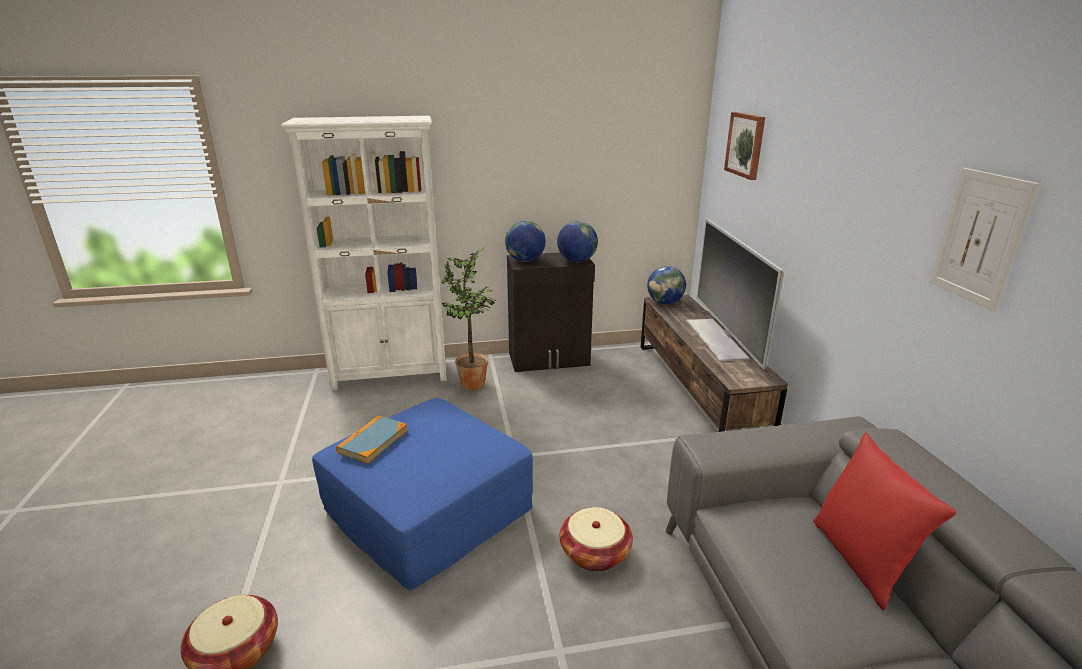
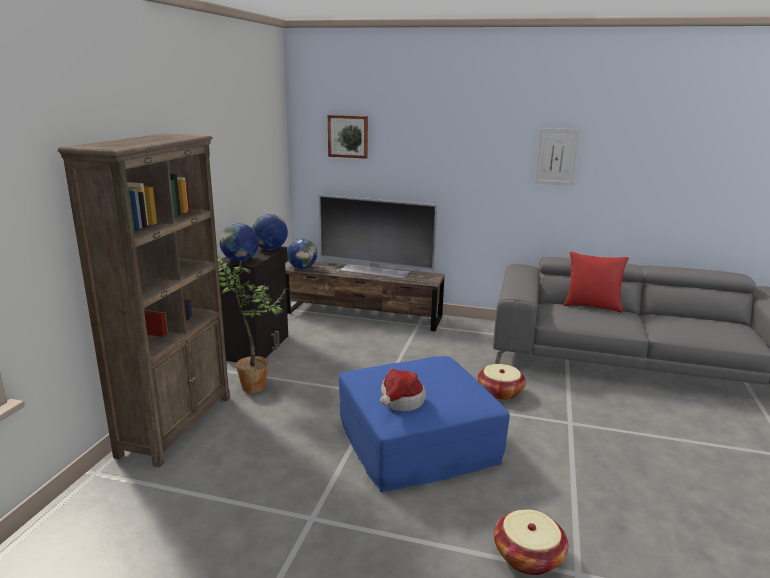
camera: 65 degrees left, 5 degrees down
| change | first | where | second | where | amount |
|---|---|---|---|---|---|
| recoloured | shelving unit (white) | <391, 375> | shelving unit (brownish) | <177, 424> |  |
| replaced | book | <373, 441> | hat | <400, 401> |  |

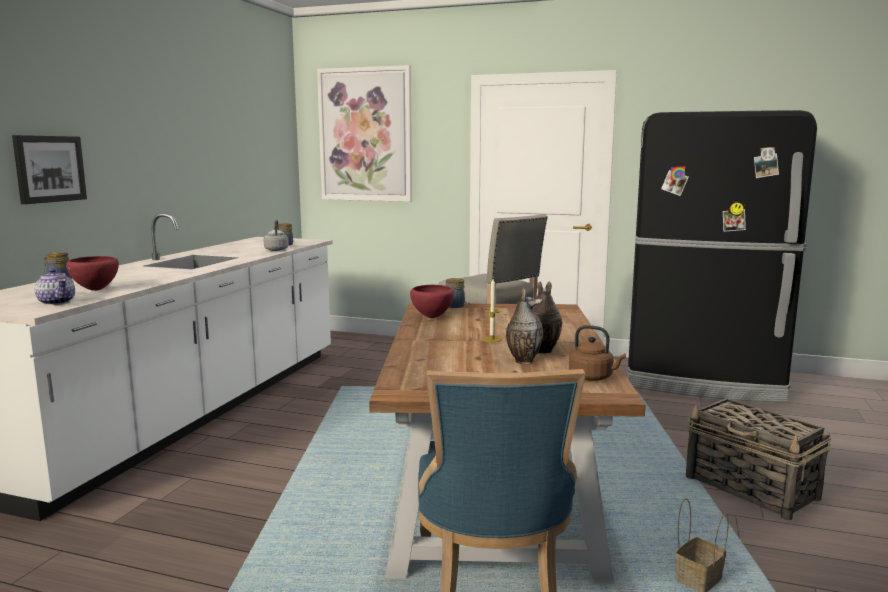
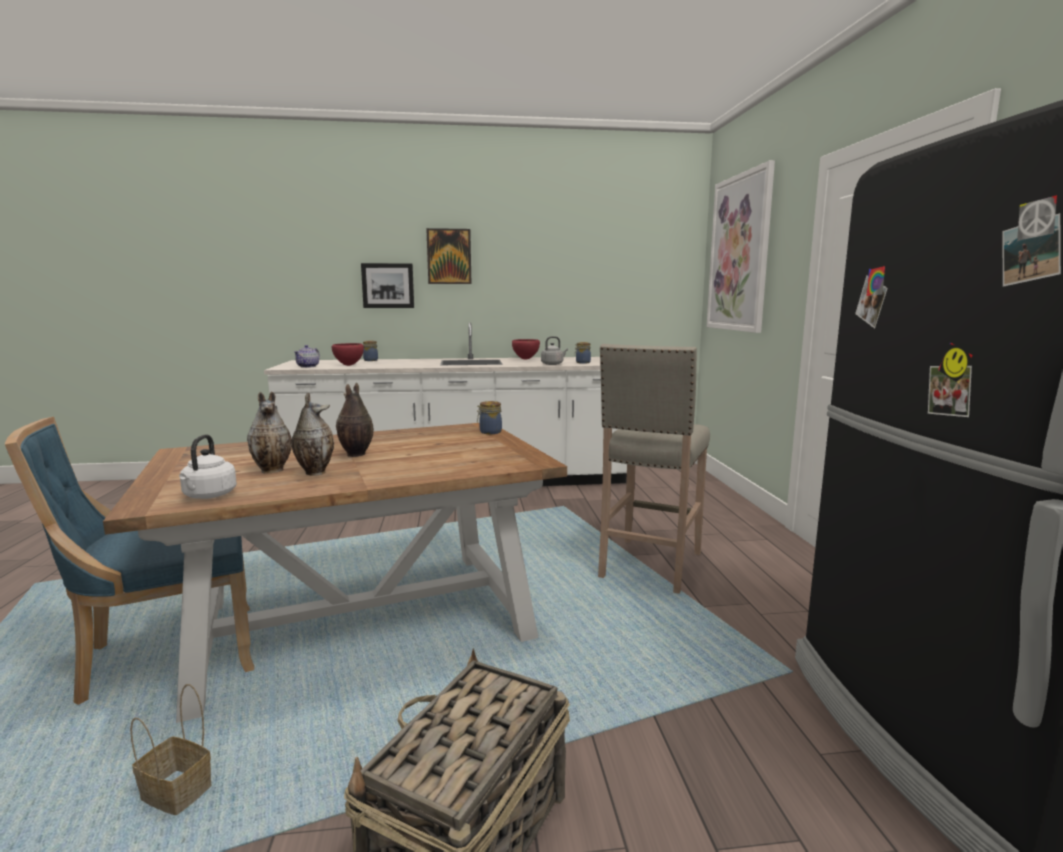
camera: 65 degrees right, 0 degrees up
| change | first | where | second | where | amount |
|---|---|---|---|---|---|
| moved | deep dish (red) | <432, 317> |  | <525, 359> |  |
| replaced | wax light | <492, 339> | flower vase | <355, 454> |  |
| recoloured | kettle (brownish) | <593, 377> | kettle (white) | <208, 496> |  |
| added |  |  | wall art | <449, 256> |  |

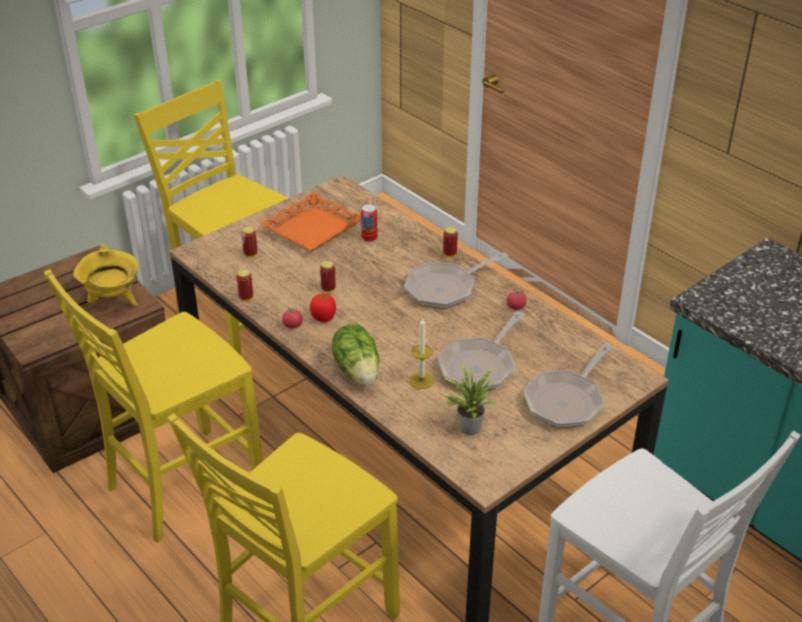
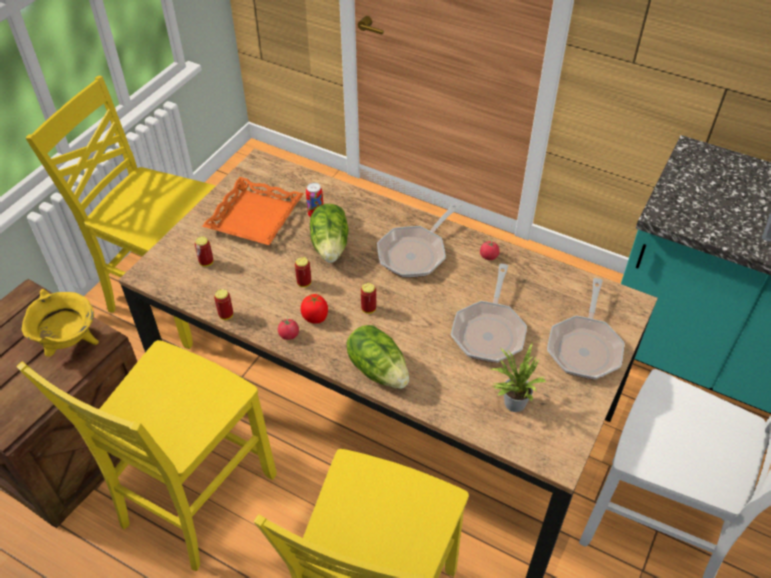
camera: 20 degrees left, 10 degrees up
| change | first | where | second | where | amount |
|---|---|---|---|---|---|
| removed | wax light | <421, 380> |  |  |  |
| moved | sealed can | <449, 254> |  | <368, 309> |  |
| added |  |  | lettuce | <331, 245> |  |

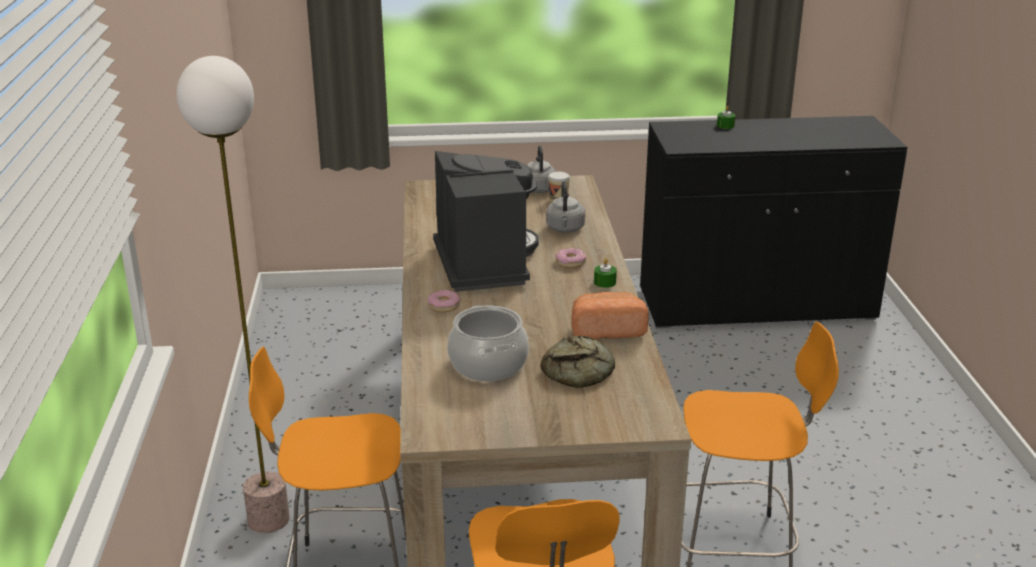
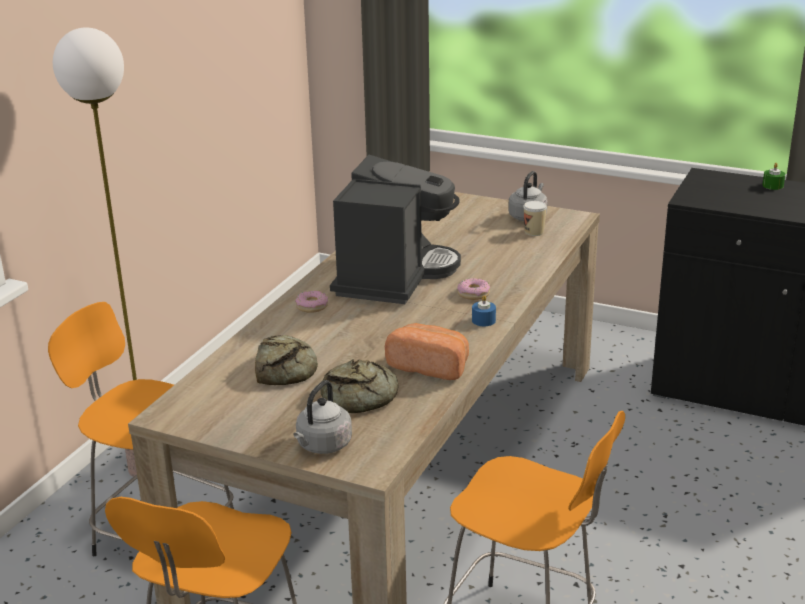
camera: 30 degrees right, 0 degrees up
| change | first | where | second | where | amount |
|---|---|---|---|---|---|
| replaced | saucepot | <487, 364> | bread | <286, 368> |  |
| moved | kettle (gray) | <565, 229> |  | <322, 446> |  |
| recoloured | wax light (green-coloured) | <605, 282> | wax light (blue-coloured) | <483, 320> |  |

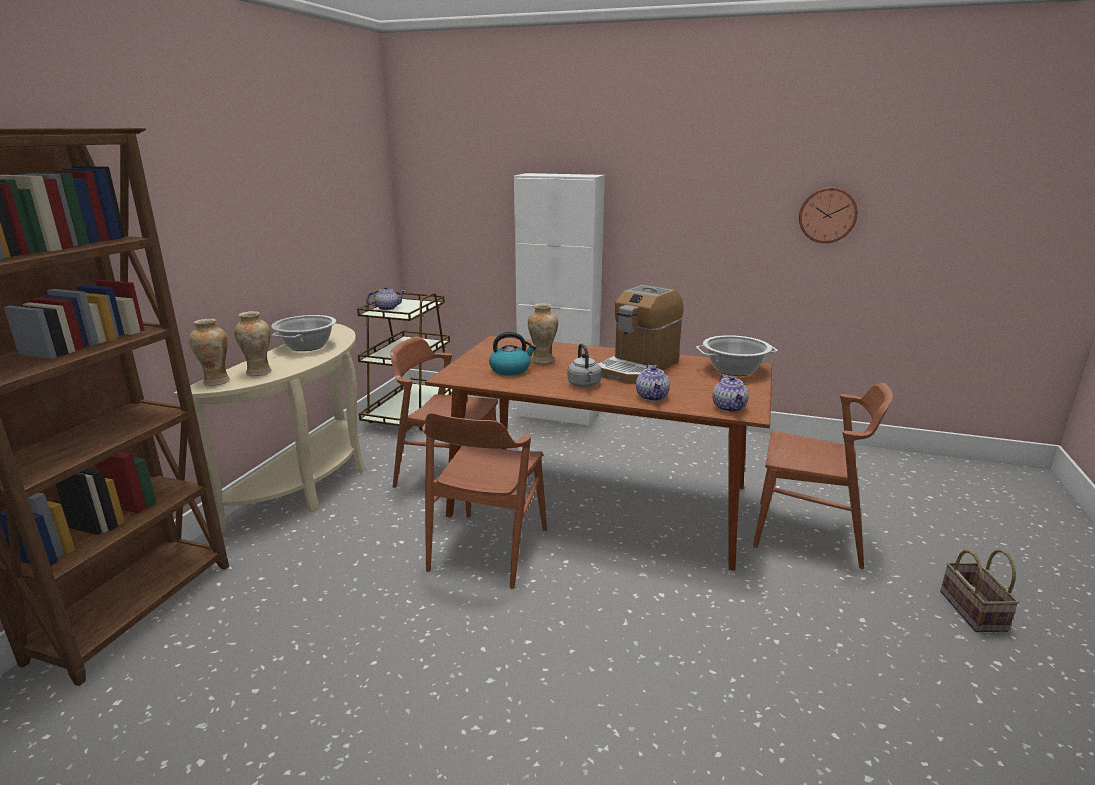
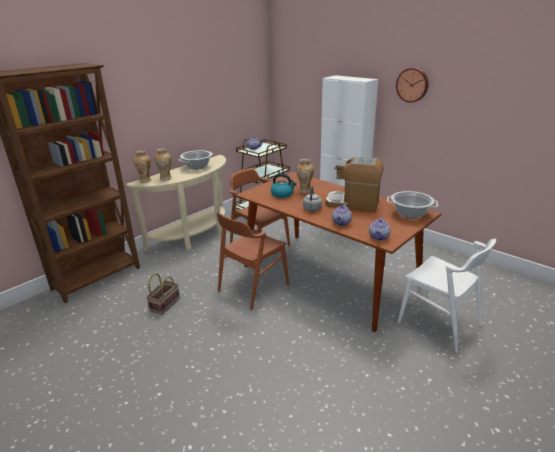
camera: 25 degrees right, 5 degrees up
| change | first | where | second | where | amount |
|---|---|---|---|---|---|
| turned | coffee machine | <638, 367> |  | <353, 203> | 45 degrees clockwise |
| recoloured | upright chair (brownish) | <808, 533> | upright chair (white) | <439, 323> |  |
| moved | hanging clock | <827, 215> |  | <412, 85> |  |
| moved | basket | <970, 610> |  | <165, 304> |  |

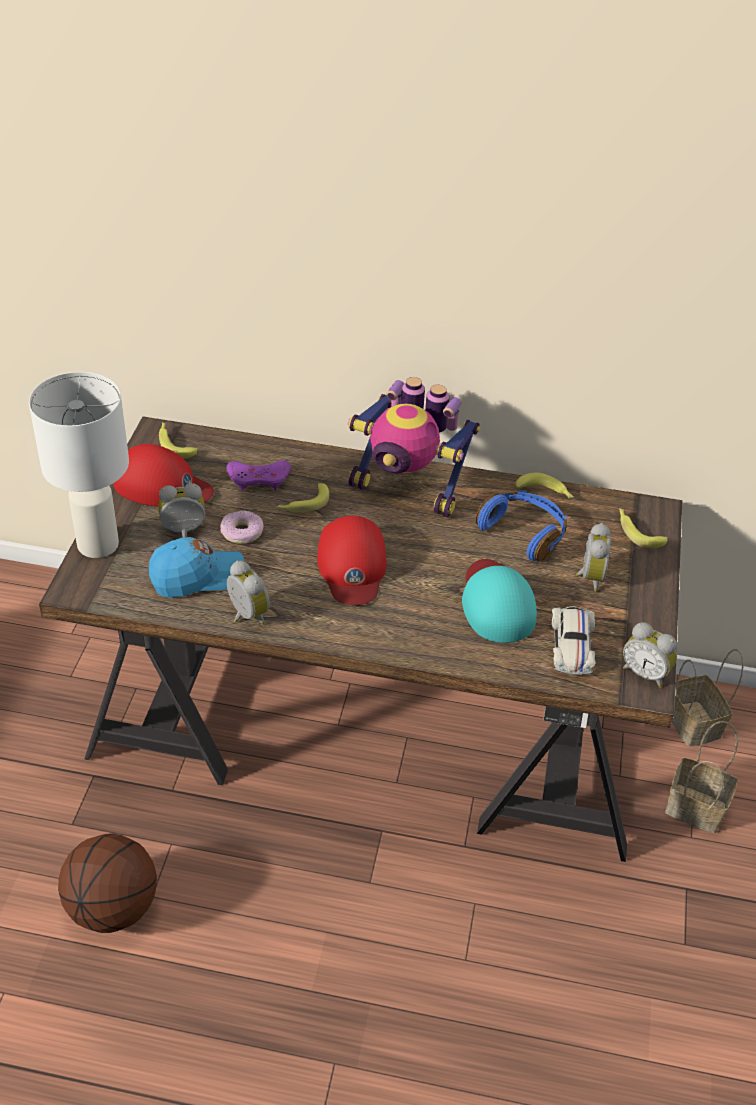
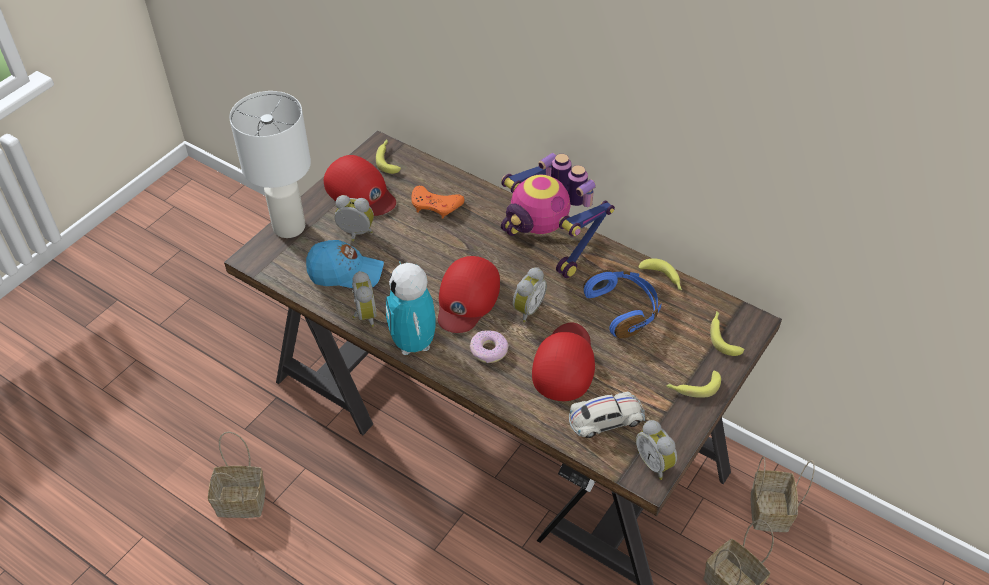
camera: 25 degrees right, 5 degrees up
| change | first | where | second | where | amount |
|---|---|---|---|---|---|
| replaced | basketball | <113, 906> | basket | <243, 500> |  |
| moved | ring doughnut | <242, 532> |  | <488, 350> |  |
| recoloured | game controller (purple) | <259, 479> | game controller (orange) | <435, 205> |  |
| moved | banana | <303, 504> |  | <693, 387> |  |
| recoloured | baseball cap (turquoise) | <496, 603> | baseball cap (red) | <564, 364> |  |
| turned | toy car (white) | <571, 646> |  | <606, 419> | 135 degrees counterclockwise |
| moved | alarm clock | <589, 577> |  | <527, 309> |  |
| added |  |  | robot figure | <413, 344> |  |

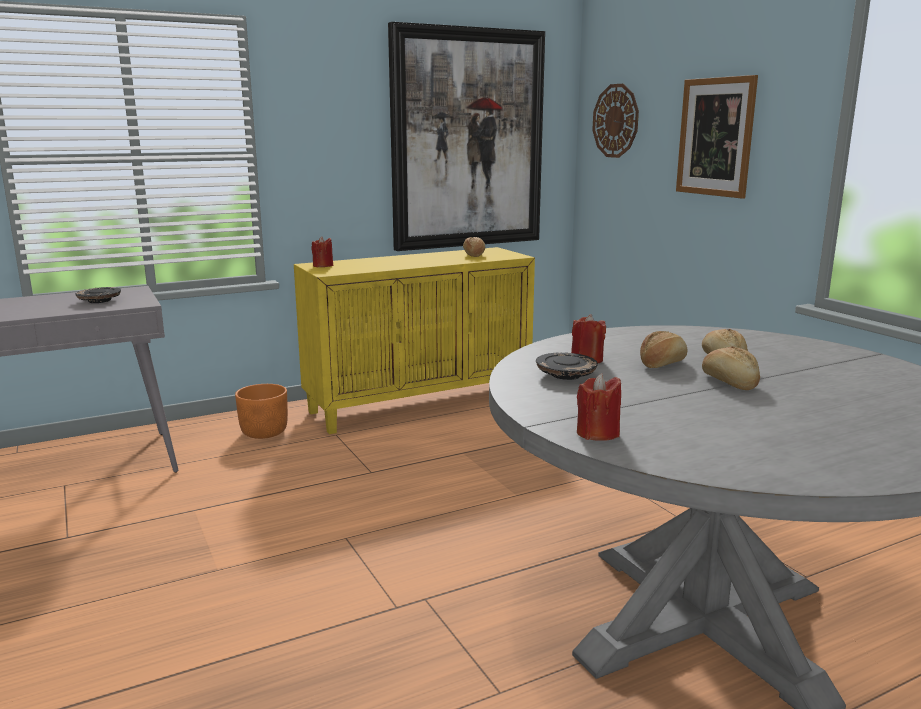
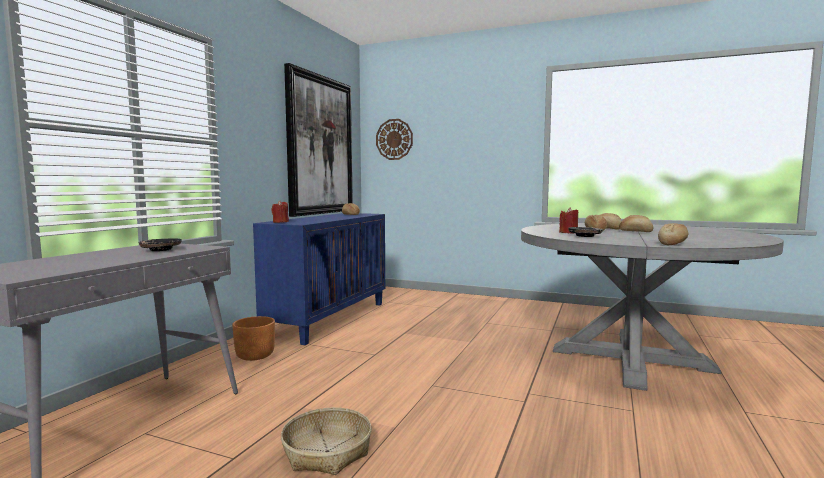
camera: 40 degrees left, 10 degrees down
| change | first | where | second | where | amount |
|---|---|---|---|---|---|
| recoloured | cabinet (yellow-coloured) | <420, 404> | cabinet (blue-coloured) | <329, 319> |  |
| replaced | wax light (red) | <597, 433> | bread | <672, 244> |  |
| removed | wall art | <715, 137> |  |  |  |
| added |  |  | basket | <327, 451> |  |

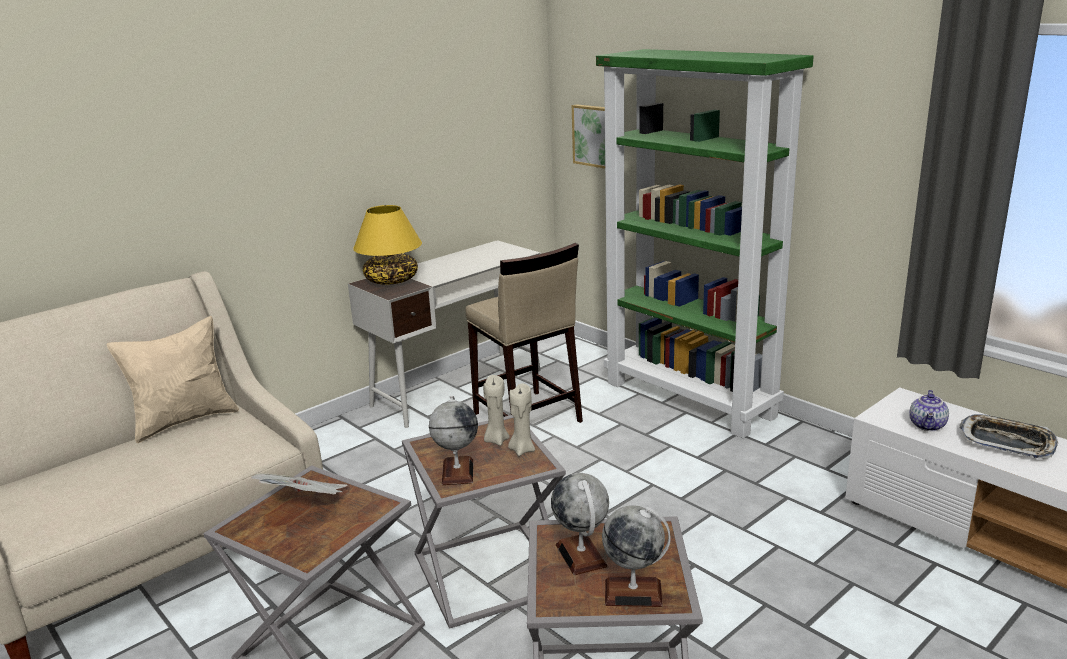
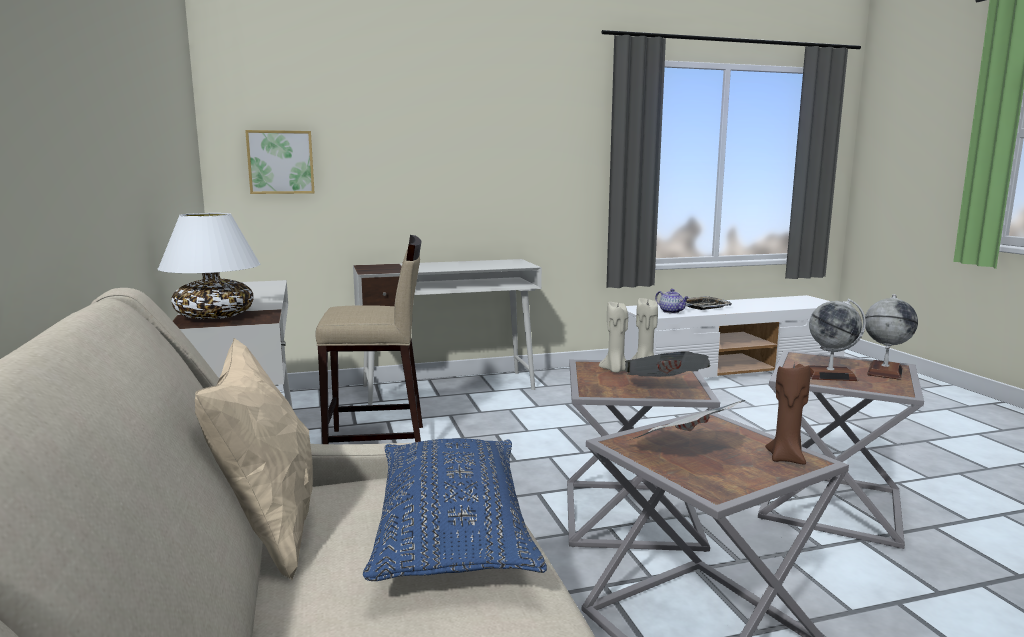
camera: 65 degrees left, 10 degrees down
| change | first | where | second | where | amount |
|---|---|---|---|---|---|
| recoloured | lamp for a table (yellow-coloured) | <391, 280> | lamp for a table (white) | <214, 316> |  |
| replaced | world globe | <457, 472> | newspaper | <665, 388> |  |
| replaced | shelving unit (green-coloured) | <690, 399> | desk unit (white) | <449, 387> |  |
| added |  |  | cushion (blue-coloured) | <452, 529> |  |
| added |  |  | wax light (brownish) | <786, 458> |  |

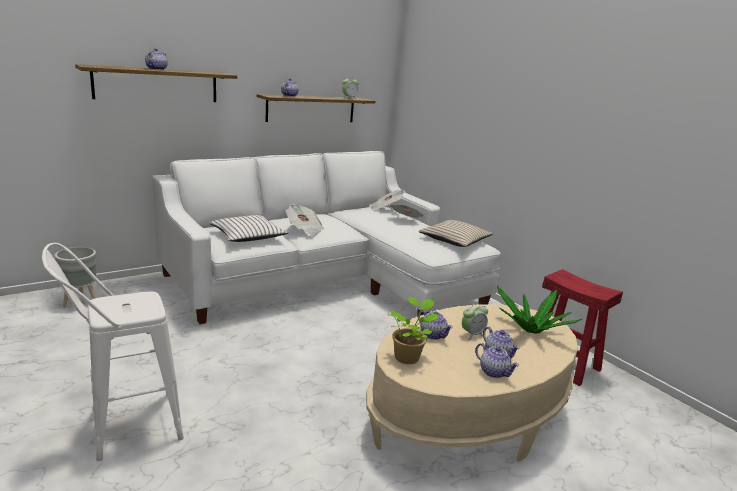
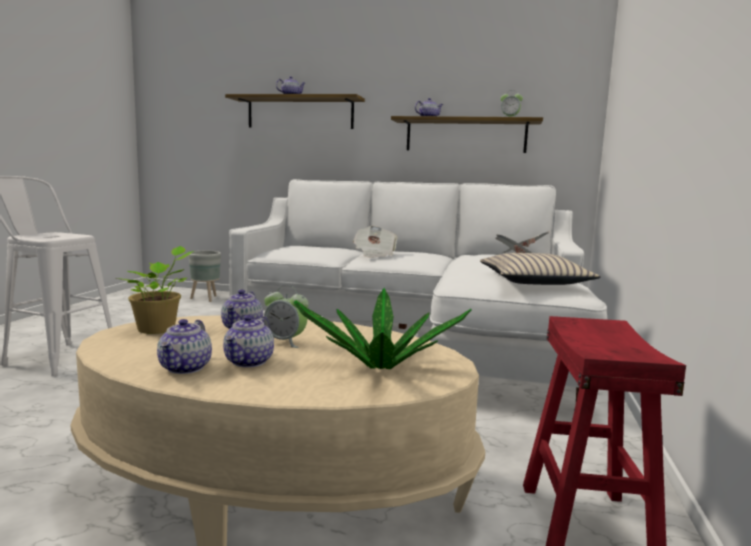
camera: 50 degrees right, 10 degrees down
| change | first | where | second | where | amount |
|---|---|---|---|---|---|
| removed | cushion (white) | <247, 236> |  |  |  |

